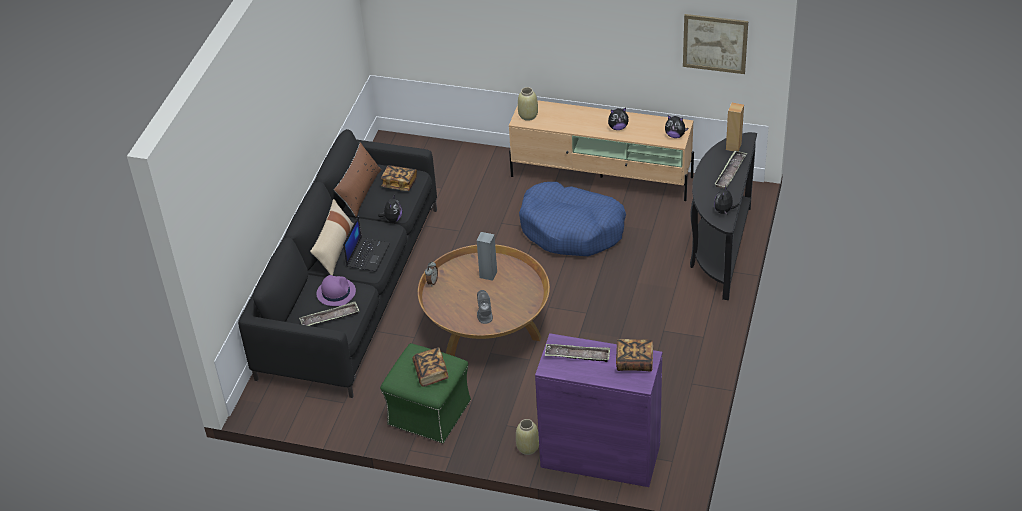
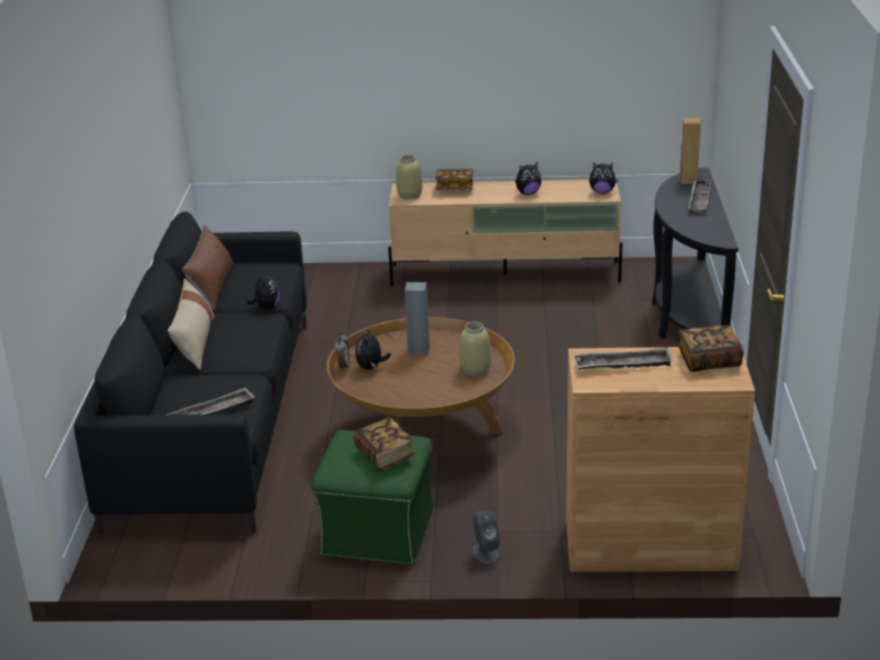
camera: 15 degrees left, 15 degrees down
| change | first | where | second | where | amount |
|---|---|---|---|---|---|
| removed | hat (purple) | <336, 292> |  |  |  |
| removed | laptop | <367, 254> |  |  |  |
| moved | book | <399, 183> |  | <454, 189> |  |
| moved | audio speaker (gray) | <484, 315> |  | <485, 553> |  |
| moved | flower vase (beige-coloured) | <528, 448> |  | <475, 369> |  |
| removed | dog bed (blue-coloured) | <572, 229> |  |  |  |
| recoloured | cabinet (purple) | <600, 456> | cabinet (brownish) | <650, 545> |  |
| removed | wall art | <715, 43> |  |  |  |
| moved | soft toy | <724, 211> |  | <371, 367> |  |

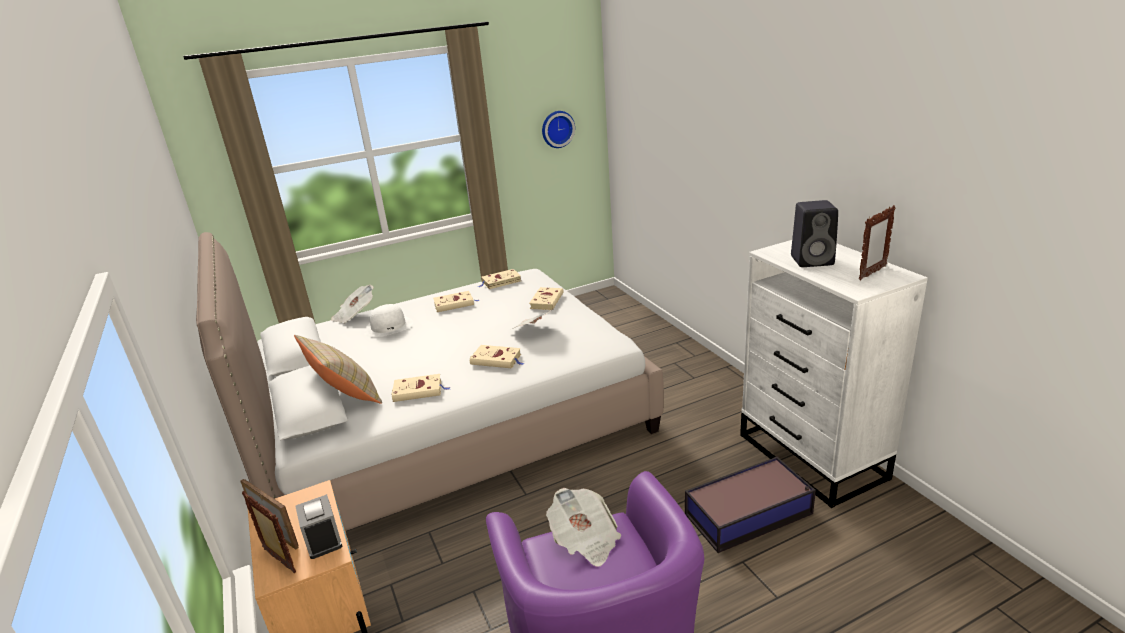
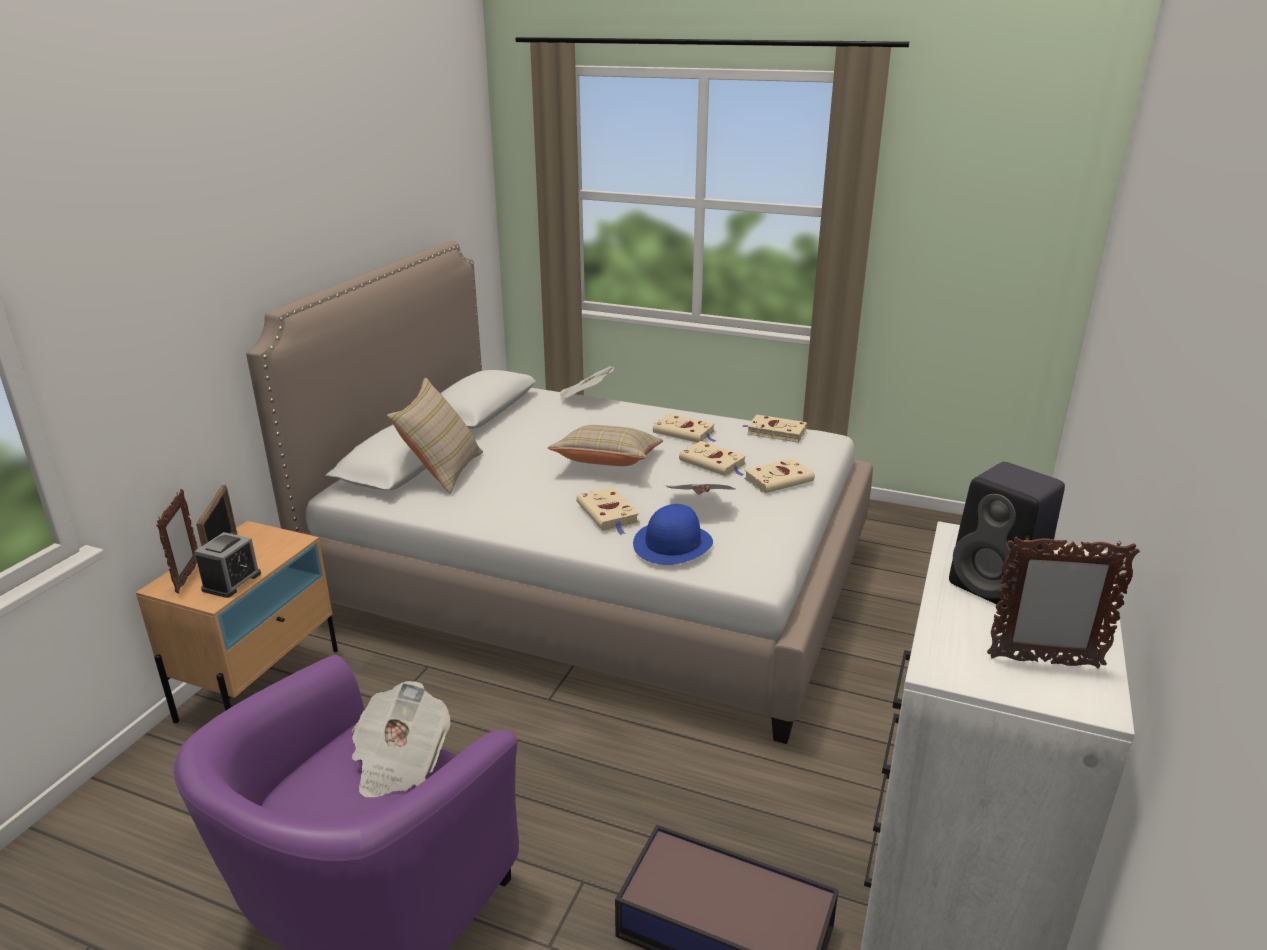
camera: 45 degrees right, 0 degrees up
| change | first | where | second | where | amount |
|---|---|---|---|---|---|
| removed | hat (white) | <388, 326> |  |  |  |
| moved | book (beige-coloured) | <419, 391> |  | <714, 463> |  |
| removed | hanging clock | <557, 129> |  |  |  |
| added |  |  | cushion (beige-coloured) | <607, 463> |  |
| added |  |  | hat (blue-coloured) | <673, 543> |  |

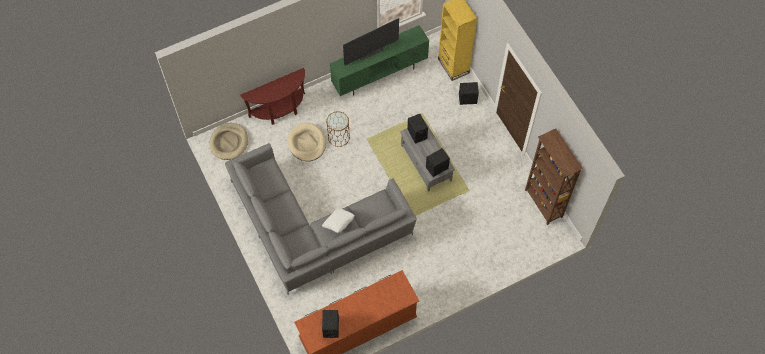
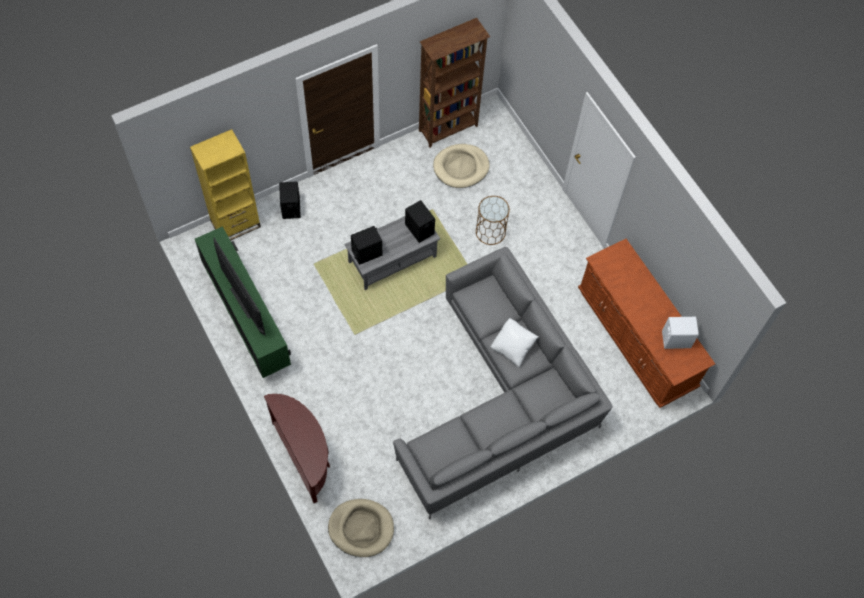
camera: 95 degrees left, 0 degrees up
| change | first | where | second | where | amount |
|---|---|---|---|---|---|
| moved | dog bed (beige-coloured) | <307, 143> |  | <461, 167> |  |
| recoloured | audio speaker (blackish) | <331, 327> | audio speaker (white) | <676, 340> |  |
| moved | end table (brownish) | <338, 137> |  | <490, 232> |  |

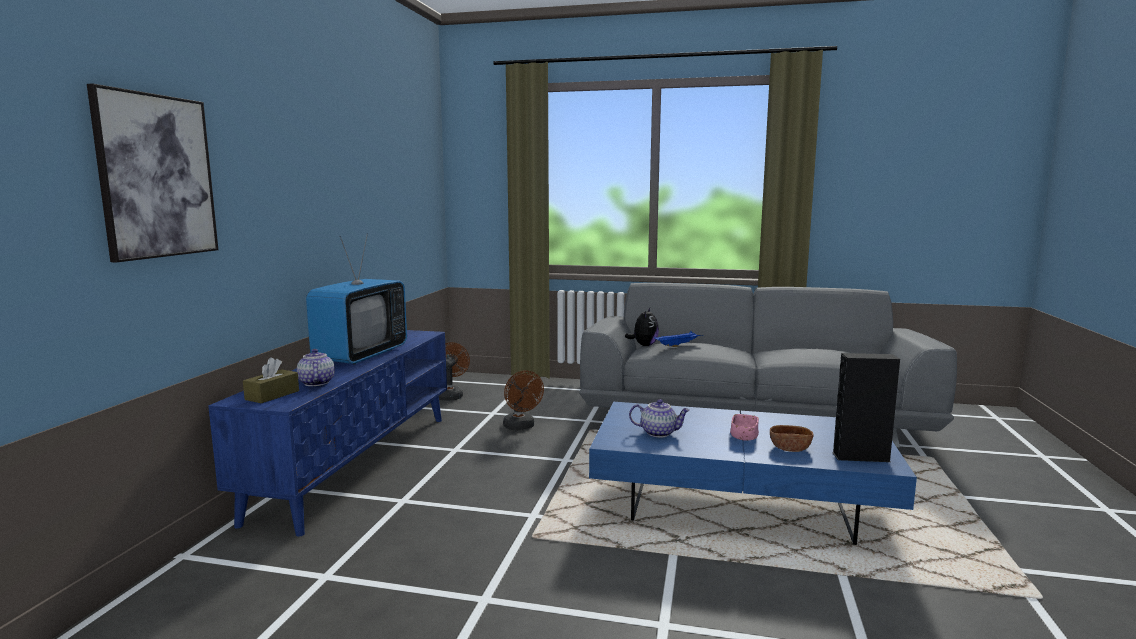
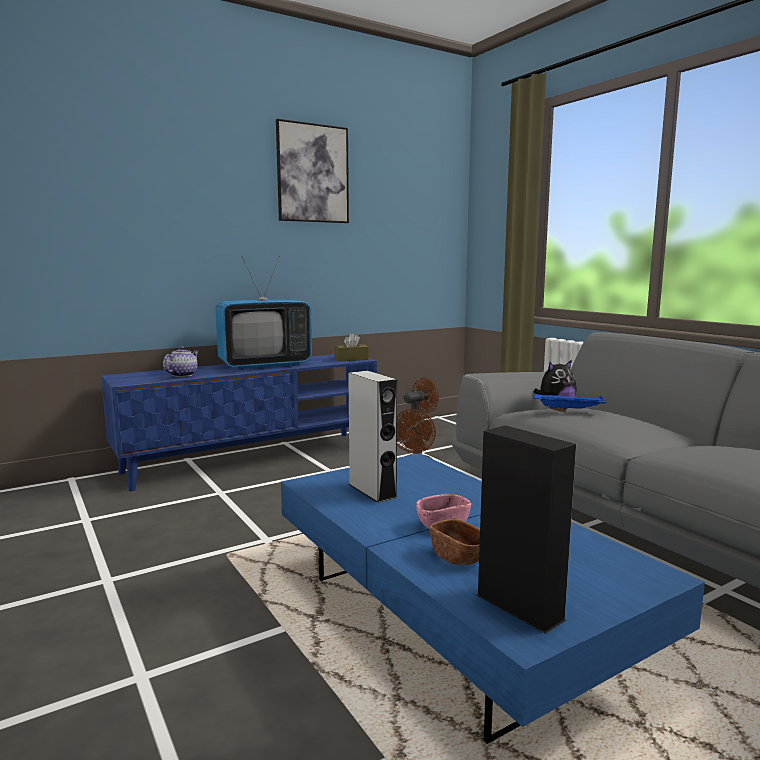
camera: 45 degrees right, 0 degrees up
| change | first | where | second | where | amount |
|---|---|---|---|---|---|
| moved | wall art | <156, 176> |  | <312, 173> |  |
| moved | tissue box (brownish) | <272, 395> |  | <351, 359> |  |
| replaced | tea pot | <659, 433> | audio speaker (gray) | <372, 491> |  |

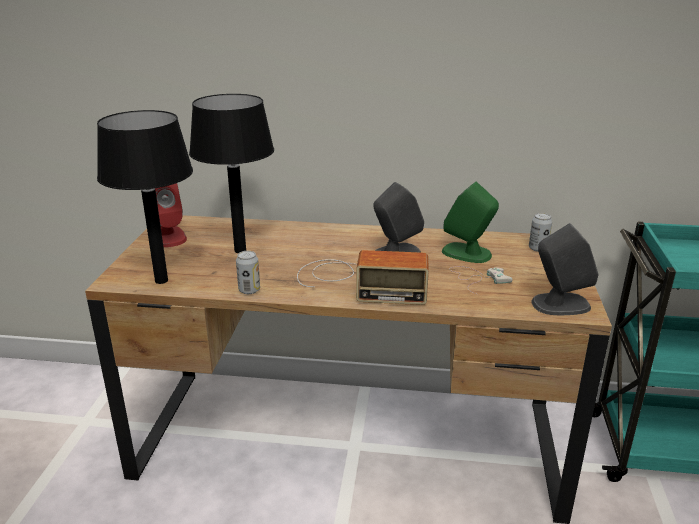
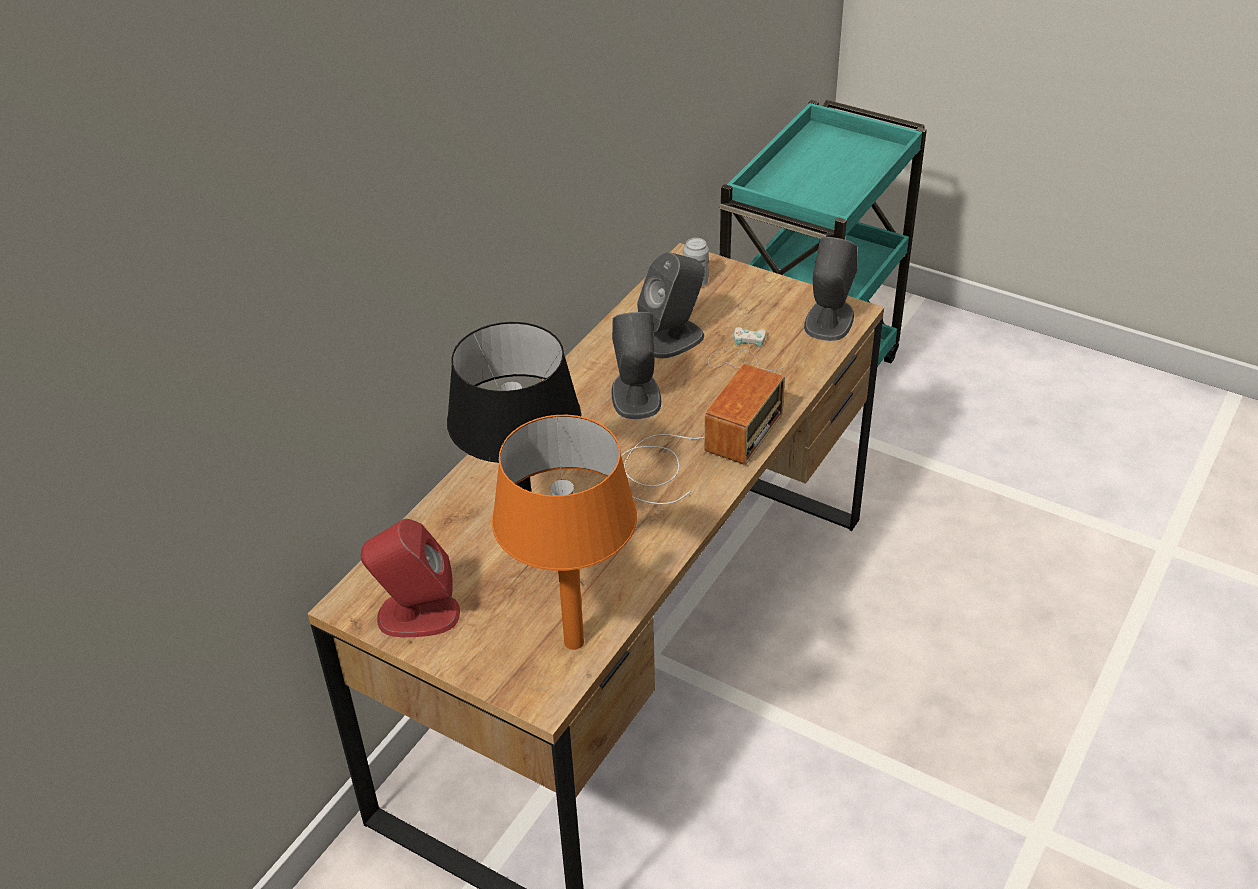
camera: 65 degrees left, 15 degrees up
| change | first | where | second | where | amount |
|---|---|---|---|---|---|
| recoloured | lamp for a table (blackish) | <161, 281> | lamp for a table (orange) | <575, 642> |  |
| removed | sealed can | <249, 290> |  |  |  |
| recoloured | audio speaker (green-coloured) | <467, 253> | audio speaker (gray) | <673, 339> |  |

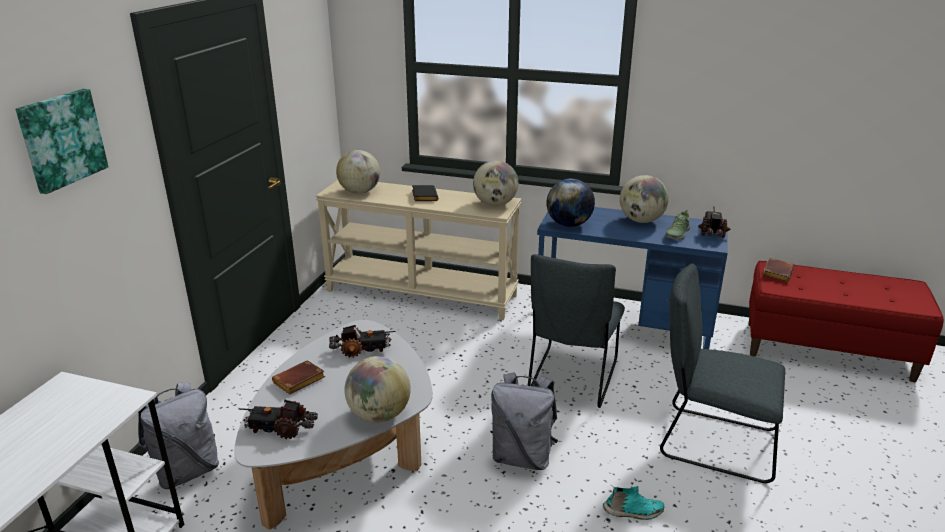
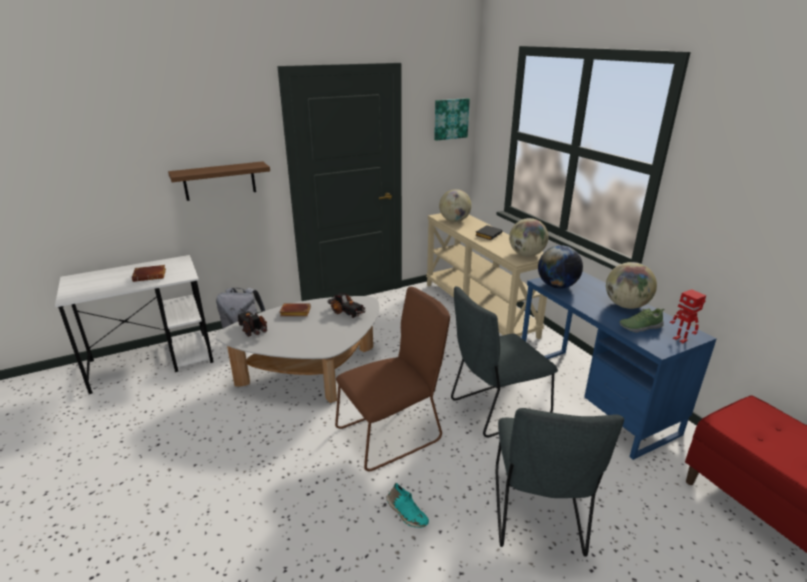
camera: 45 degrees right, 0 degrees up
| change | first | where | second | where | amount |
|---|---|---|---|---|---|
| moved | wall art | <61, 139> |  | <450, 119> |  |
| removed | world globe | <379, 415> |  |  |  |
| replaced | knapsack (gray) | <522, 456> | upright chair (brownish) | <393, 433> |  |
| turned | upright chair (gray) | <711, 442> |  | <537, 515> | 150 degrees counterclockwise |
| replaced | toy lorry | <712, 232> | robot figure | <680, 339> |  |
| moved | book (brownish) | <776, 272> |  | <151, 276> |  |
| added |  |  | bracket shelf (brownish) | <219, 181> |  |

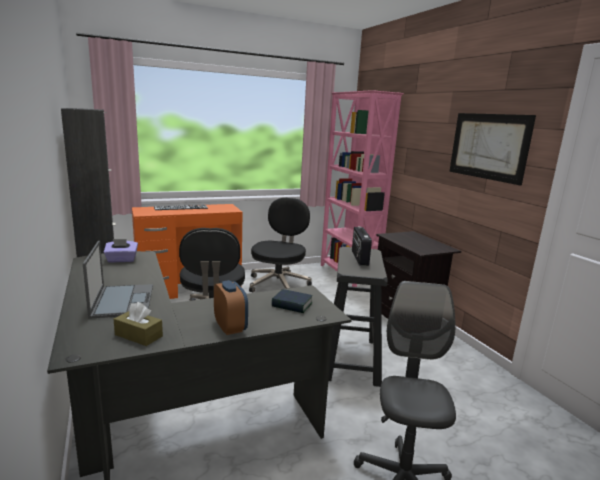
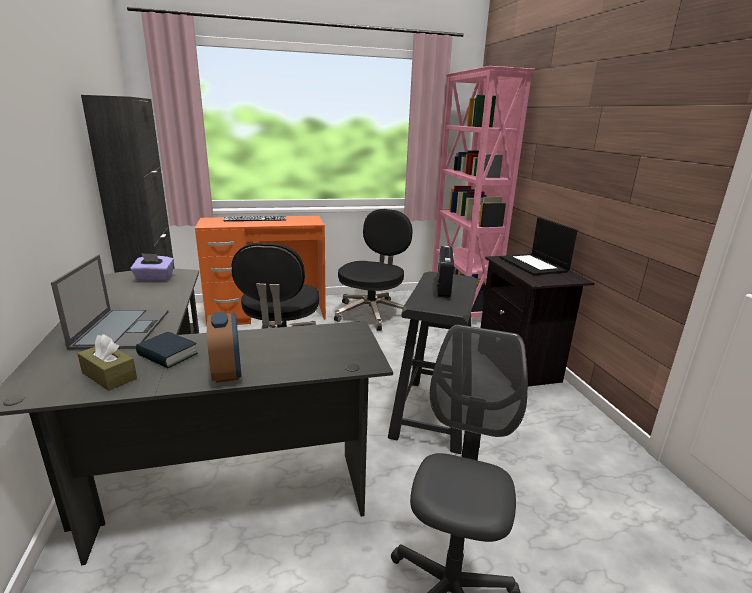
camera: 10 degrees right, 5 degrees up
| change | first | where | second | where | amount |
|---|---|---|---|---|---|
| moved | book | <292, 305> |  | <167, 355> |  |
| removed | wall art | <488, 146> |  |  |  |
| added |  |  | laptop | <534, 265> |  |

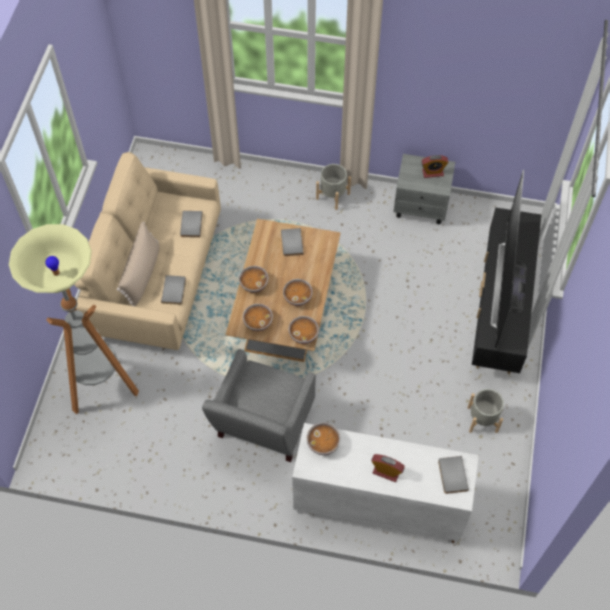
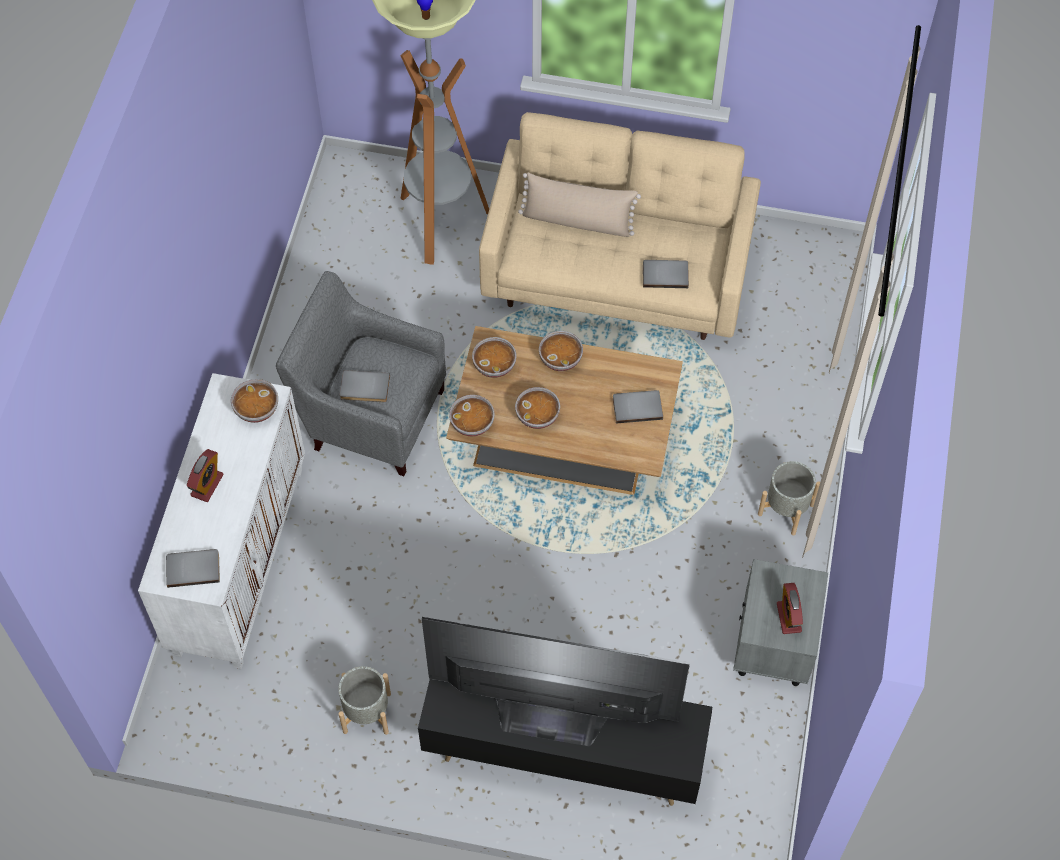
camera: 90 degrees right, 0 degrees up
| change | first | where | second | where | amount |
|---|---|---|---|---|---|
| moved | book (gray) | <175, 291> |  | <364, 389> |  |

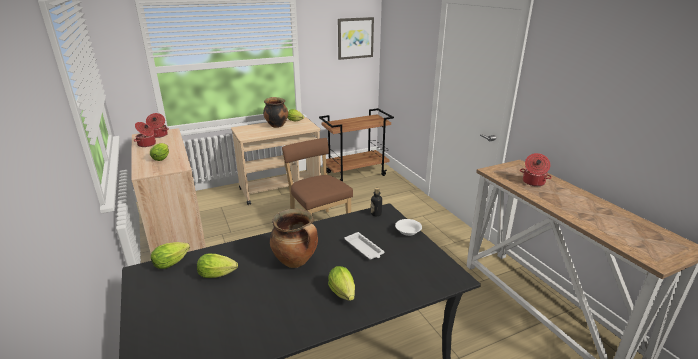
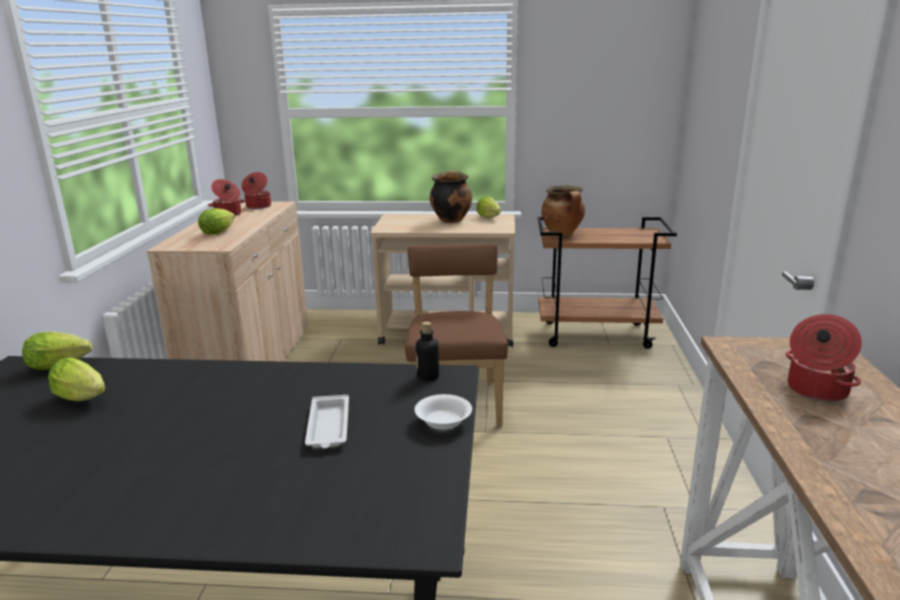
camera: 30 degrees right, 5 degrees down
| change | first | where | second | where | amount |
|---|---|---|---|---|---|
| moved | saucepot | <296, 261> |  | <563, 233> |  |
| removed | lettuce | <343, 294> |  |  |  |
| removed | wall art | <355, 38> |  |  |  |

